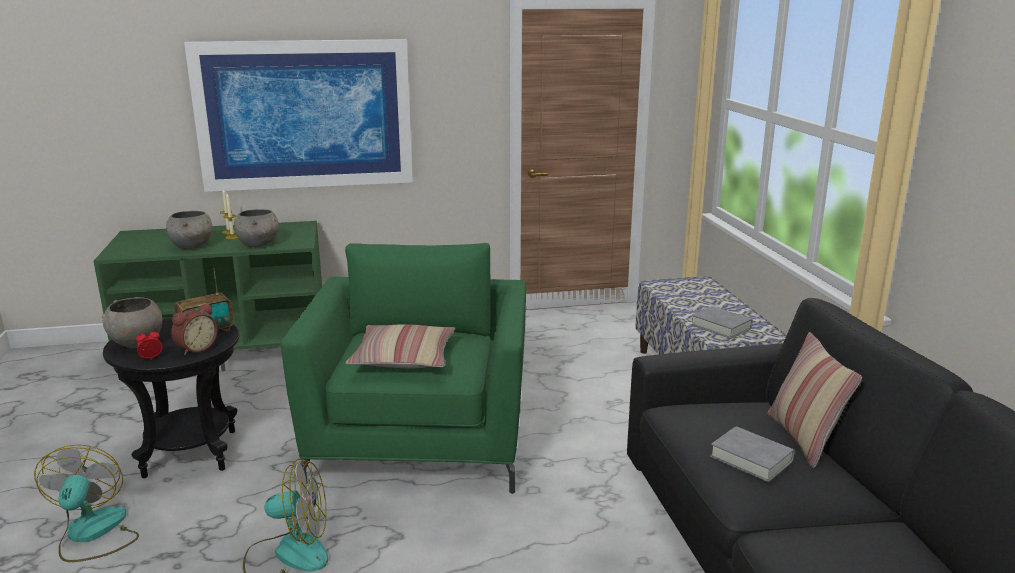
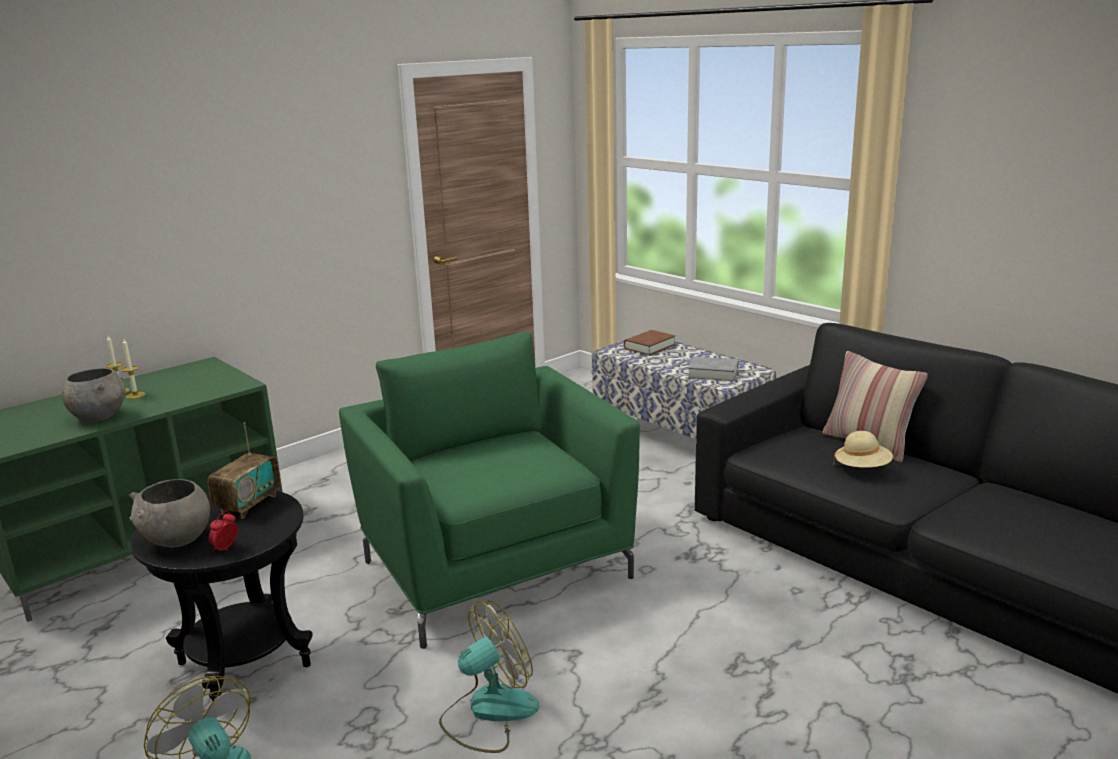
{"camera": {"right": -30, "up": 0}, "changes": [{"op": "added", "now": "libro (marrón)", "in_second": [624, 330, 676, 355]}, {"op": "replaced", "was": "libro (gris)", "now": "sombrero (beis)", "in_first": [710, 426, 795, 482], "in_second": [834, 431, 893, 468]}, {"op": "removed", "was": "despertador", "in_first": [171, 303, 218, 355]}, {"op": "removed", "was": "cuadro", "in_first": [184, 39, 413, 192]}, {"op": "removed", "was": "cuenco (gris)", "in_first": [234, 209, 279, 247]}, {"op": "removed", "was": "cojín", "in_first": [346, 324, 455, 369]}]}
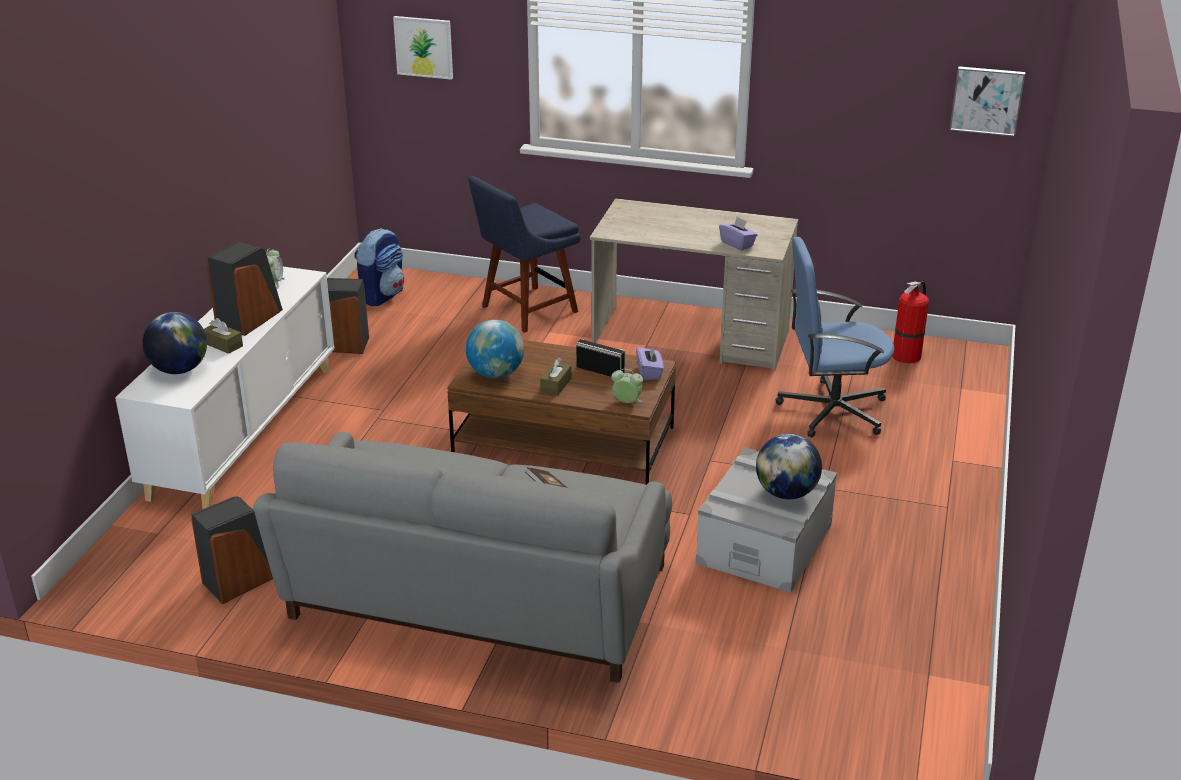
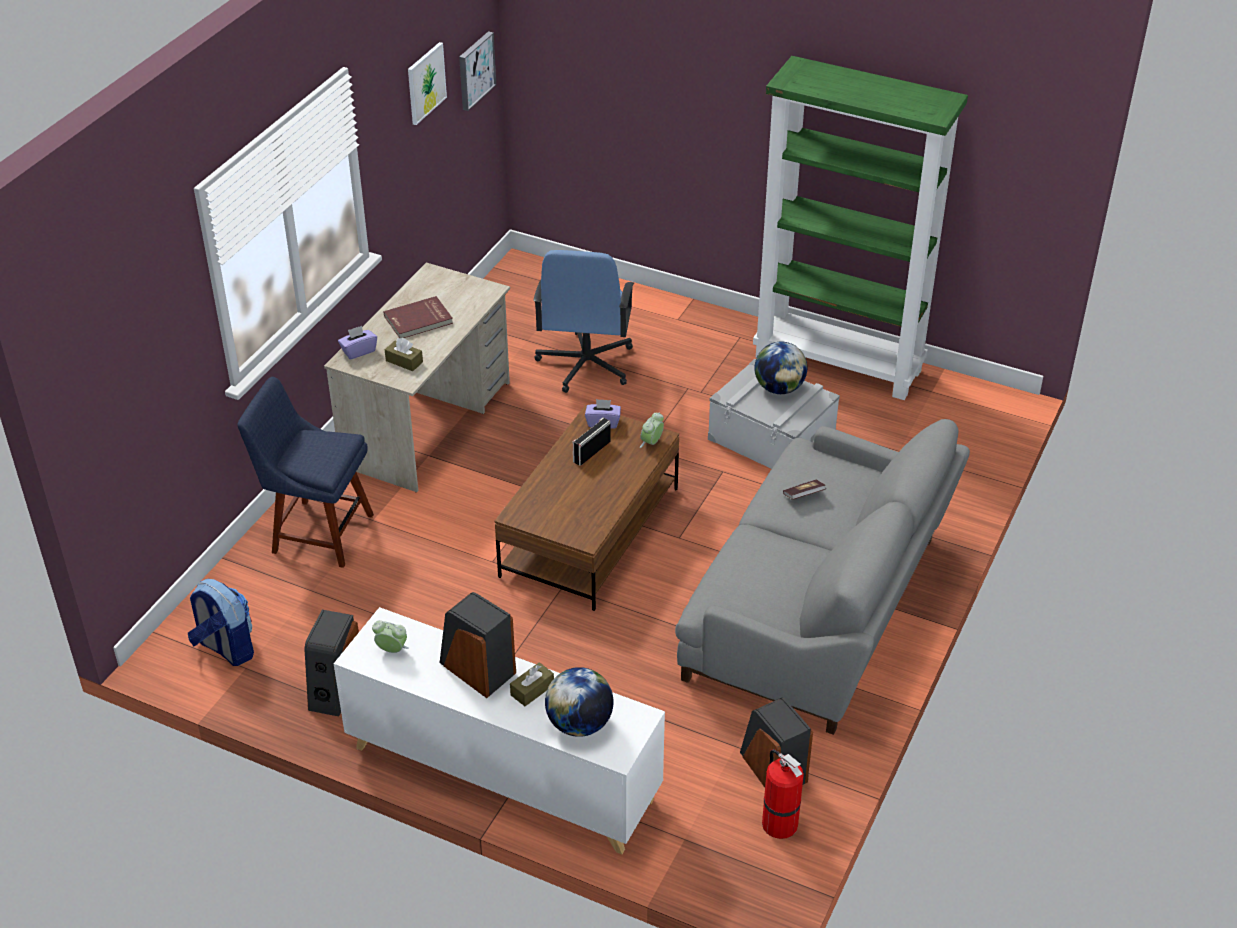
{"camera": {"right": -80, "up": 10}, "changes": [{"op": "turned", "was": "silla (azul)", "in_first": [468, 176, 580, 333], "in_second": [237, 377, 374, 568], "clockwise": 135}, {"op": "moved", "was": "caja de pañuelos (morado)", "in_first": [719, 217, 757, 250], "in_second": [338, 326, 377, 359]}, {"op": "added", "now": "libro (rojo)", "in_second": [384, 296, 453, 338]}, {"op": "moved", "was": "caja de pañuelos (marrón)", "in_first": [540, 358, 572, 395], "in_second": [385, 338, 423, 371]}, {"op": "moved", "was": "cuadro", "in_first": [393, 16, 453, 80], "in_second": [408, 42, 447, 125]}, {"op": "added", "now": "estantería (verde)", "in_second": [753, 56, 968, 400]}, {"op": "moved", "was": "extintor", "in_first": [893, 281, 929, 364], "in_second": [762, 749, 804, 839]}, {"op": "removed", "was": "globo terráqueo", "in_first": [466, 320, 524, 378]}]}
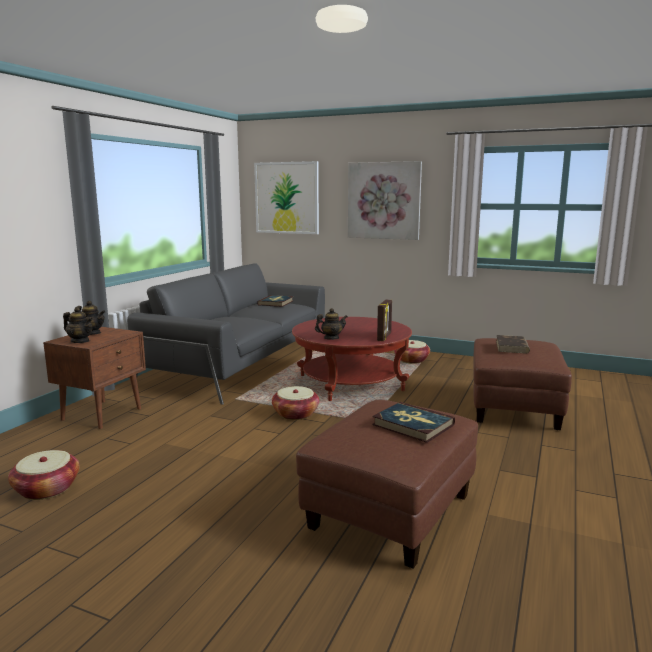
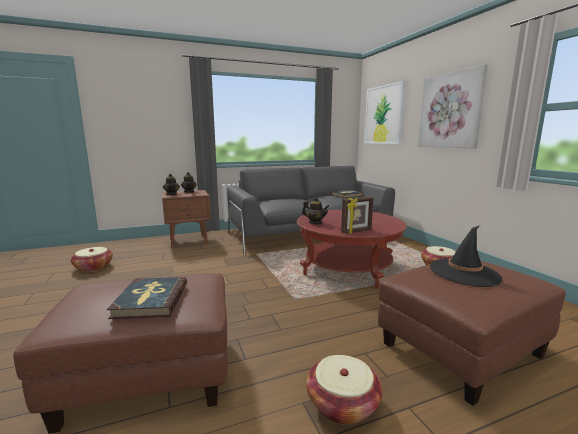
{"camera": {"right": 45, "up": 0}, "changes": [{"op": "moved", "was": "cesta", "in_first": [272, 386, 319, 420], "in_second": [306, 355, 382, 425]}, {"op": "replaced", "was": "libro (marrón)", "now": "sombrero (negro)", "in_first": [496, 335, 530, 353], "in_second": [430, 226, 502, 287]}]}
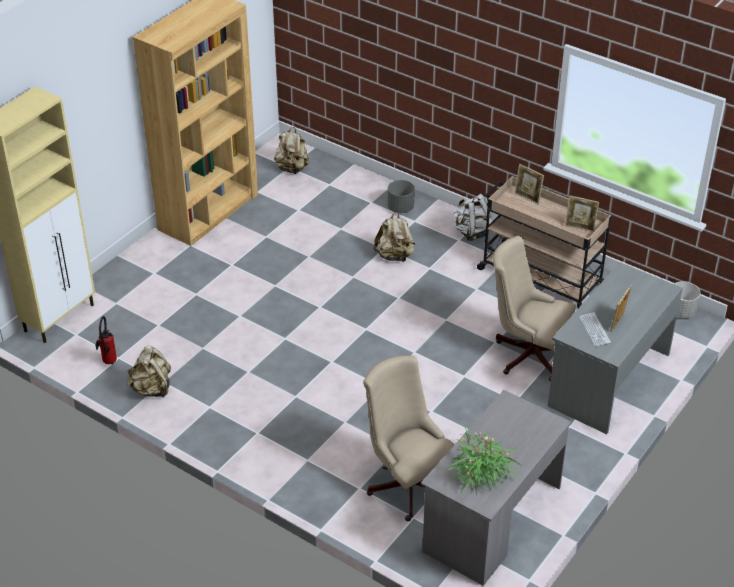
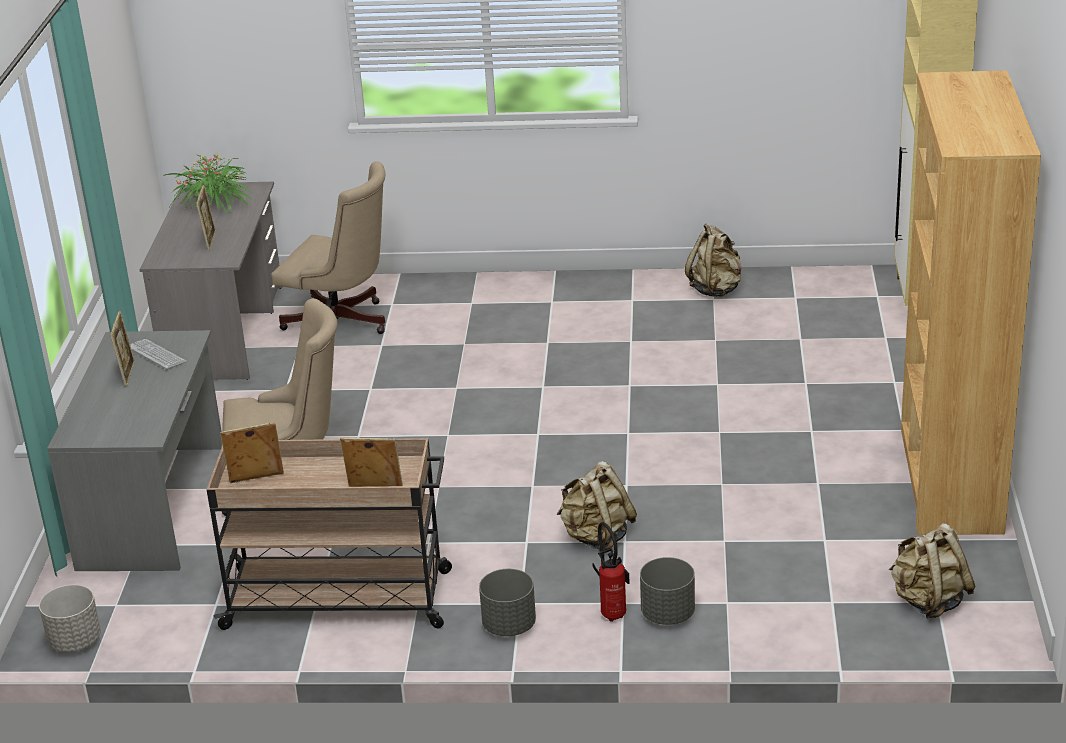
{"camera": {"right": 150, "up": -10}, "changes": [{"op": "added", "now": "portarretratos", "in_second": [196, 185, 216, 251]}, {"op": "replaced", "was": "mochila (blanco)", "now": "maceta (gris)", "in_first": [453, 194, 492, 241], "in_second": [479, 569, 536, 636]}, {"op": "moved", "was": "extintor", "in_first": [95, 316, 117, 364], "in_second": [592, 522, 629, 622]}]}
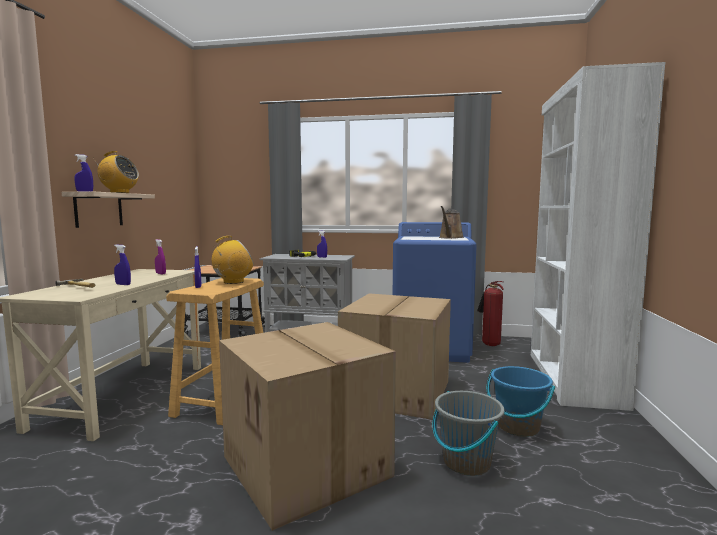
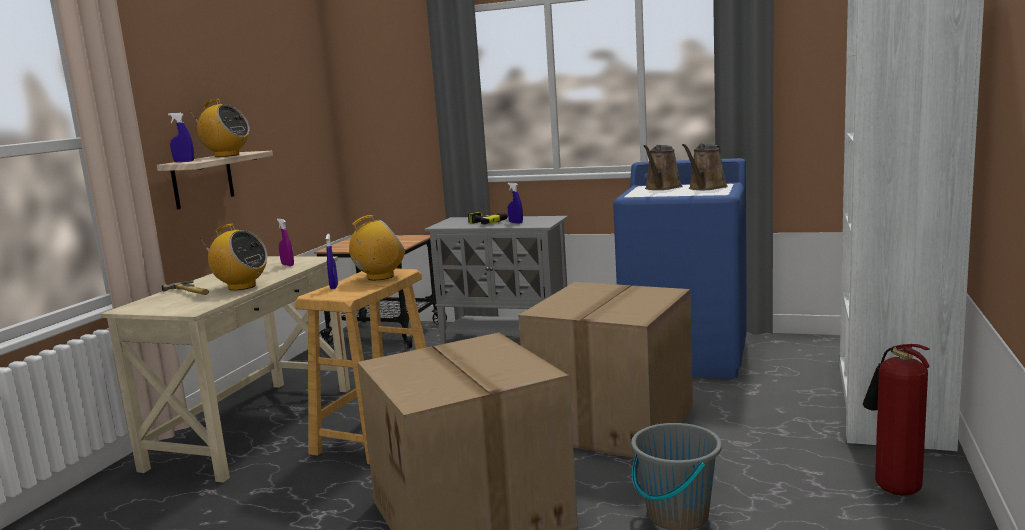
{"camera": {"right": 10, "up": 5}, "changes": [{"op": "replaced", "was": "pulverizador (azul)", "now": "radio", "in_first": [114, 245, 131, 285], "in_second": [200, 224, 267, 291]}, {"op": "added", "now": "regadera (marrón)", "in_second": [643, 145, 682, 190]}, {"op": "moved", "was": "extintor", "in_first": [477, 281, 504, 346], "in_second": [863, 344, 930, 496]}, {"op": "removed", "was": "cubo (azul)", "in_first": [487, 366, 555, 437]}]}
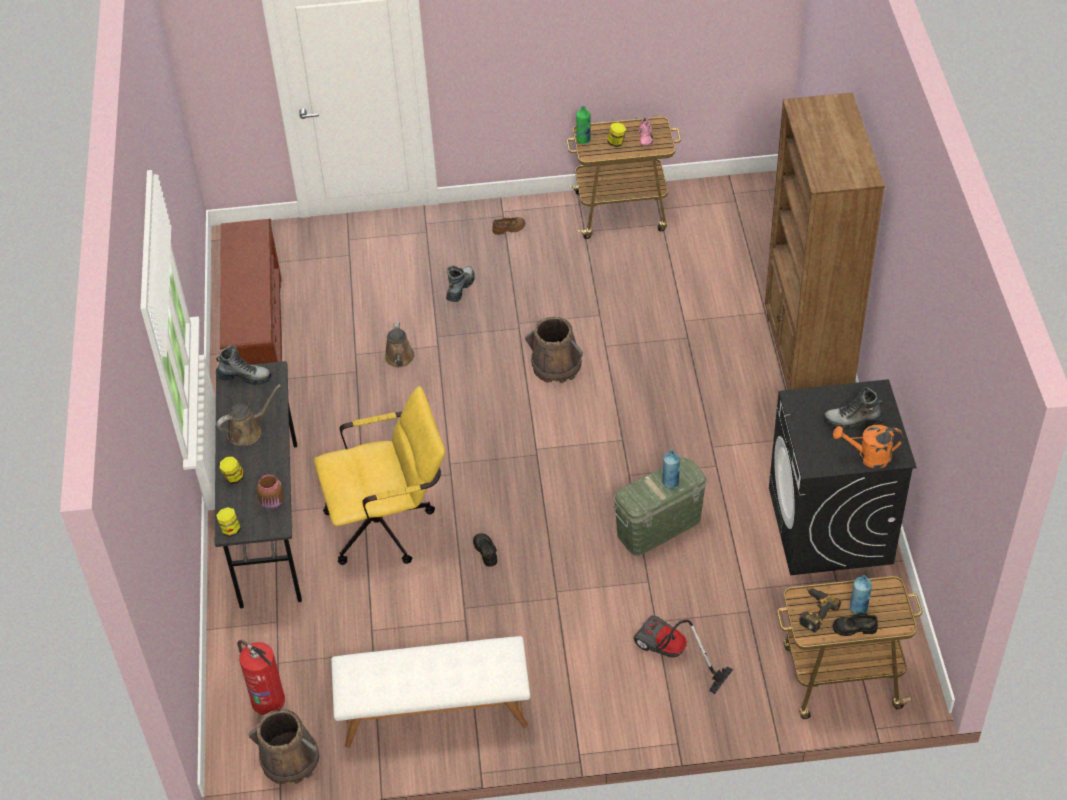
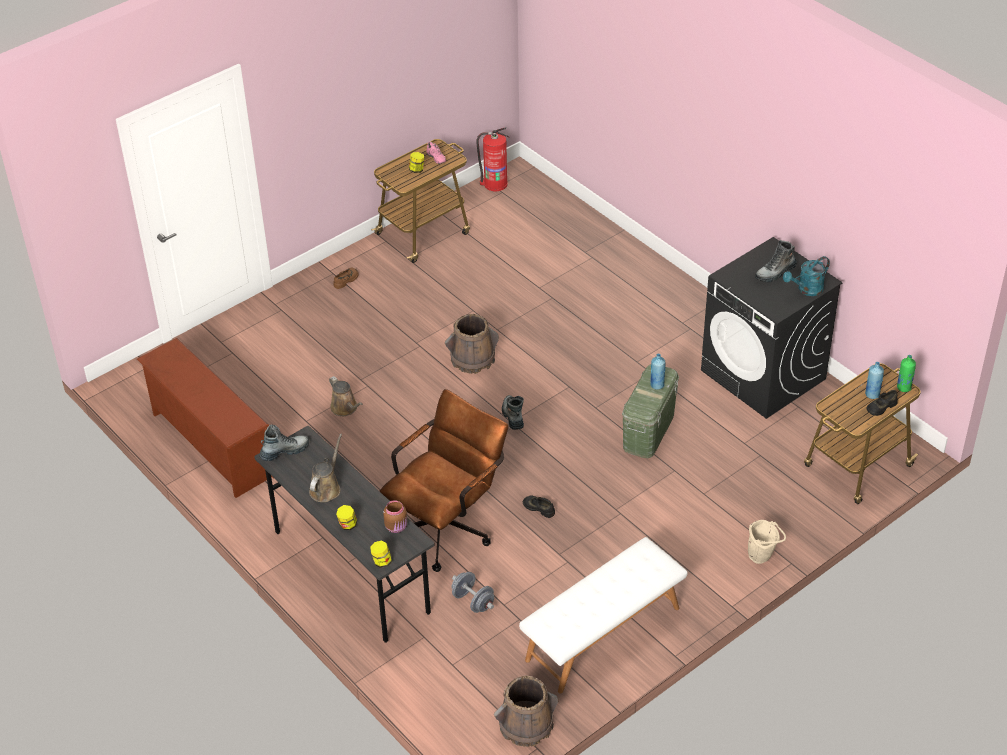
{"camera": {"right": -35, "up": -5}, "changes": [{"op": "recoloured", "was": "silla de oficina (amarillo)", "now": "silla de oficina (marrón)", "in_first": [314, 386, 445, 565], "in_second": [380, 389, 508, 572]}, {"op": "added", "now": "mancuerna (gris)", "in_second": [452, 572, 494, 613]}, {"op": "moved", "was": "extintor", "in_first": [238, 640, 285, 715], "in_second": [477, 127, 509, 191]}, {"op": "moved", "was": "bota", "in_first": [446, 266, 475, 302], "in_second": [502, 395, 524, 430]}, {"op": "added", "now": "cubo (beis)", "in_second": [748, 520, 786, 564]}, {"op": "recoloured", "was": "regadera (naranja)", "now": "regadera (turquesa)", "in_first": [833, 425, 903, 469], "in_second": [783, 256, 830, 296]}, {"op": "moved", "was": "botella (verde)", "in_first": [576, 106, 591, 144], "in_second": [897, 355, 916, 392]}, {"op": "removed", "was": "aspiradora", "in_first": [633, 615, 733, 694]}, {"op": "removed", "was": "estantería (marrón)", "in_first": [765, 92, 885, 390]}, {"op": "removed", "was": "taladro", "in_first": [799, 588, 841, 632]}]}
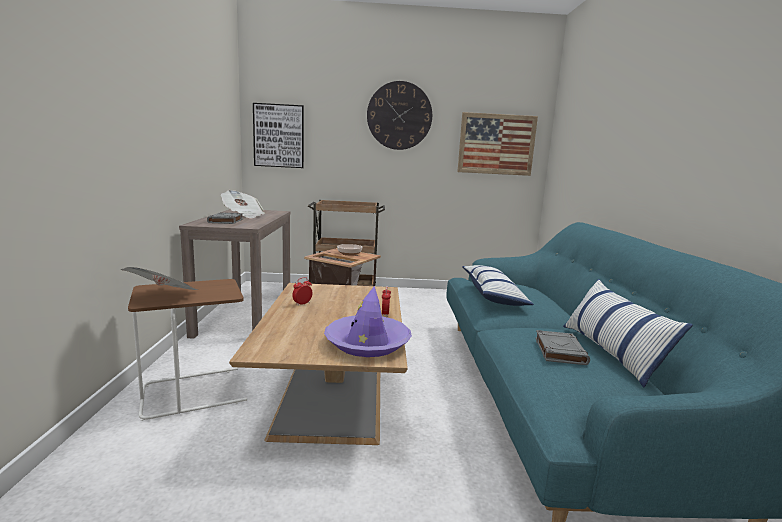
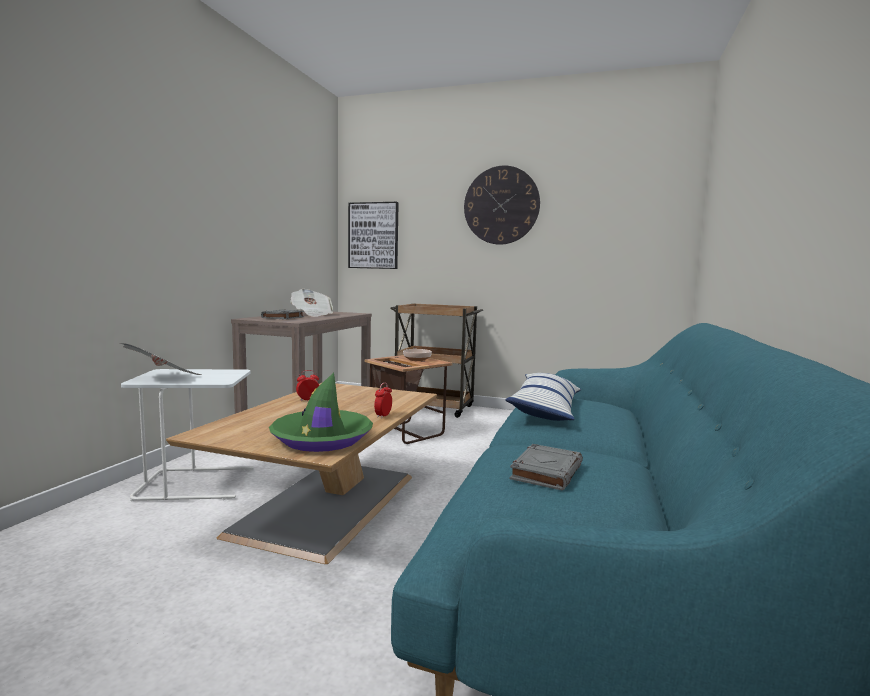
{"camera": {"right": 20, "up": -5}, "changes": [{"op": "recoloured", "was": "mesa auxiliar (marrón)", "now": "mesa auxiliar (blanco)", "in_first": [128, 279, 247, 421], "in_second": [121, 369, 254, 501]}, {"op": "recoloured", "was": "sombrero (morado)", "now": "sombrero (verde)", "in_first": [324, 286, 412, 357], "in_second": [269, 373, 373, 452]}, {"op": "removed", "was": "cuadro", "in_first": [457, 112, 538, 176]}, {"op": "removed", "was": "cojín", "in_first": [563, 279, 693, 387]}]}
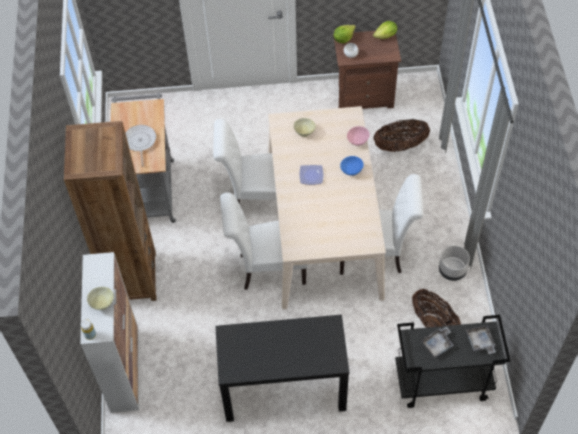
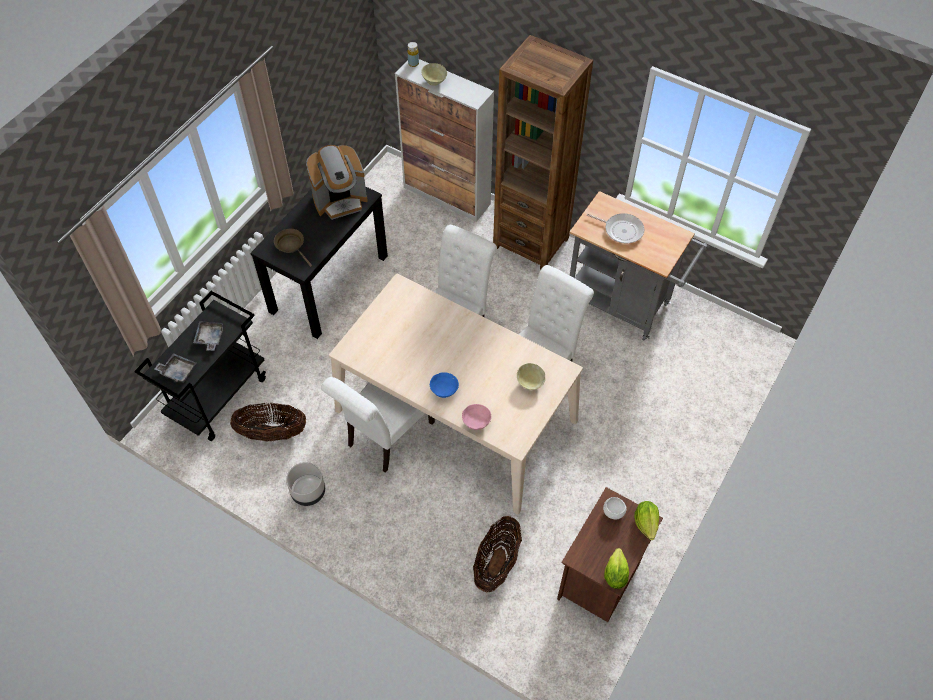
{"camera": {"right": 125, "up": 0}, "changes": [{"op": "added", "now": "sartén (marrón)", "in_second": [274, 229, 312, 267]}, {"op": "added", "now": "cafetera", "in_second": [306, 145, 368, 220]}, {"op": "removed", "was": "plato", "in_first": [300, 165, 323, 185]}]}
